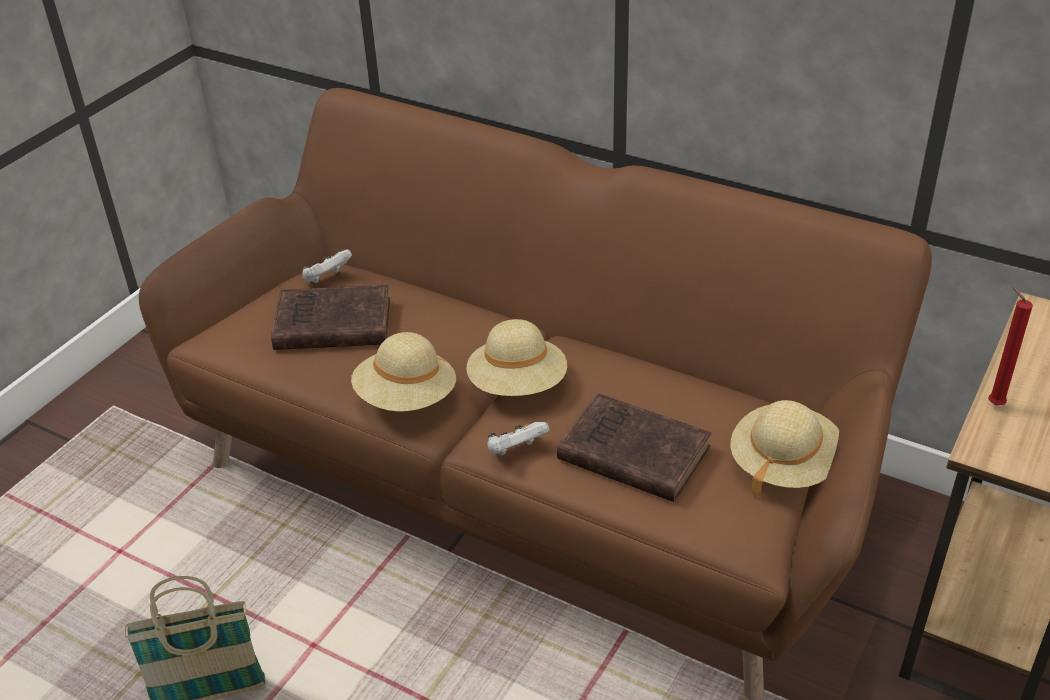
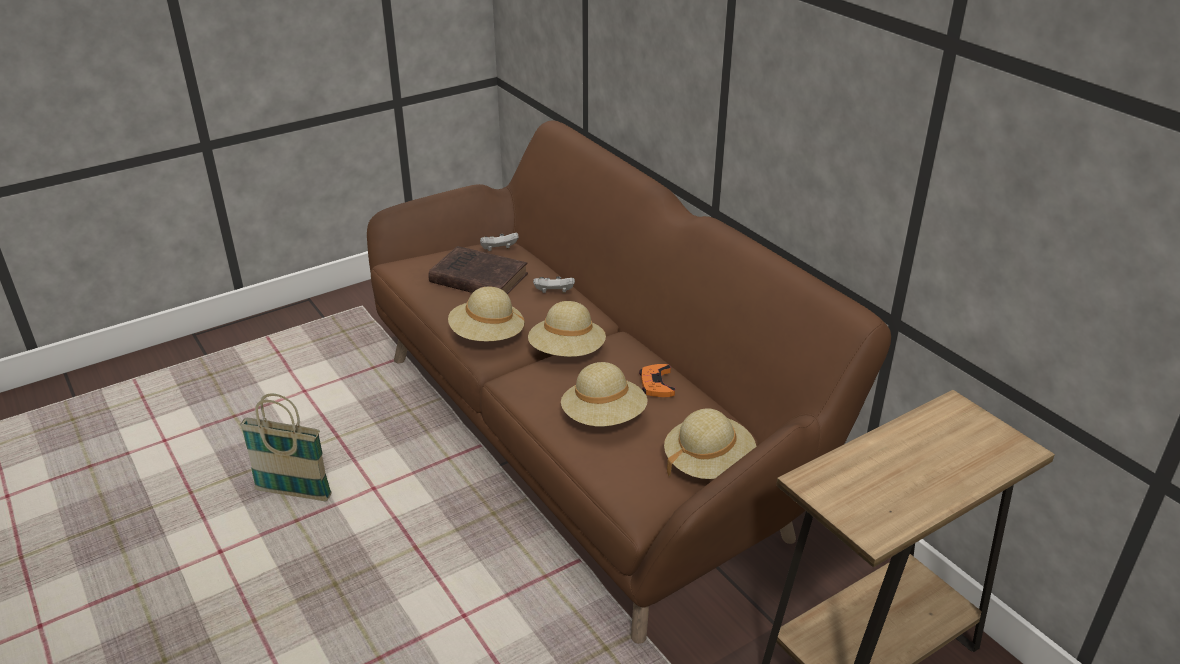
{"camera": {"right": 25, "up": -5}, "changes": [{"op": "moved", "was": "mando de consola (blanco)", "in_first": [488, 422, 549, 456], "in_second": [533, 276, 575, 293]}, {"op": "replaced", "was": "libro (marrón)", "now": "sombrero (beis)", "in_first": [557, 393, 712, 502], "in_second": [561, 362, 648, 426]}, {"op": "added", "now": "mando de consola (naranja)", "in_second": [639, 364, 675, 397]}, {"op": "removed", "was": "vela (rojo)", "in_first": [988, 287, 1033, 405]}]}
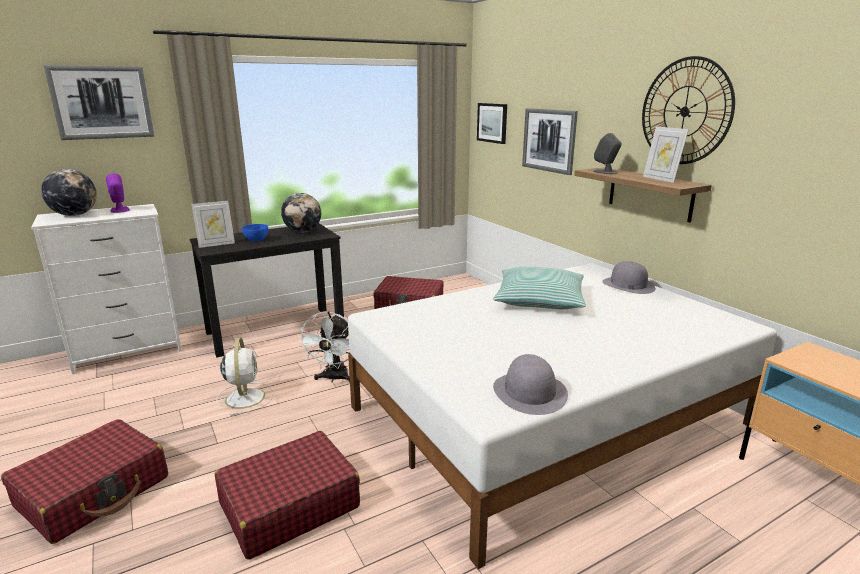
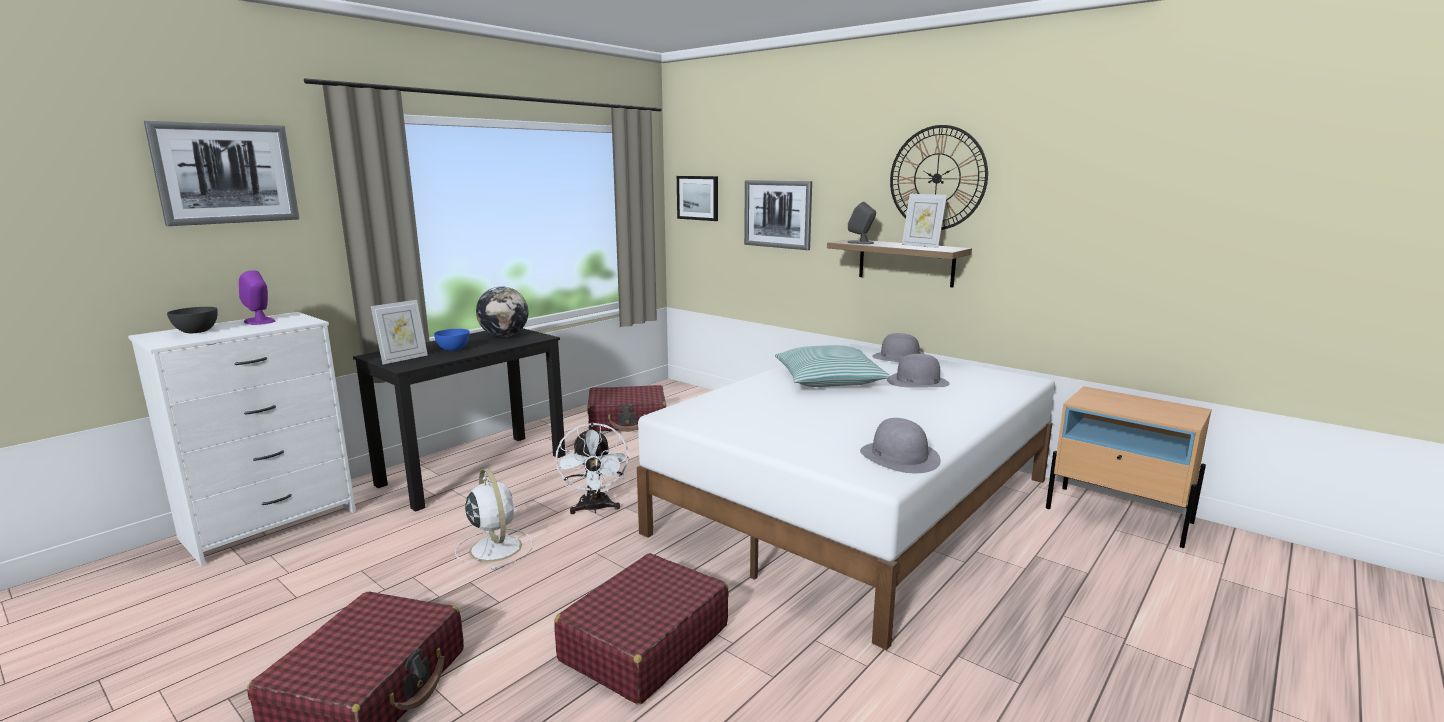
{"camera": {"right": -20, "up": -5}, "changes": [{"op": "replaced", "was": "globo terráqueo", "now": "cuenco (gris)", "in_first": [41, 169, 97, 216], "in_second": [167, 307, 218, 333]}, {"op": "added", "now": "sombrero (gris)", "in_second": [887, 354, 950, 388]}]}
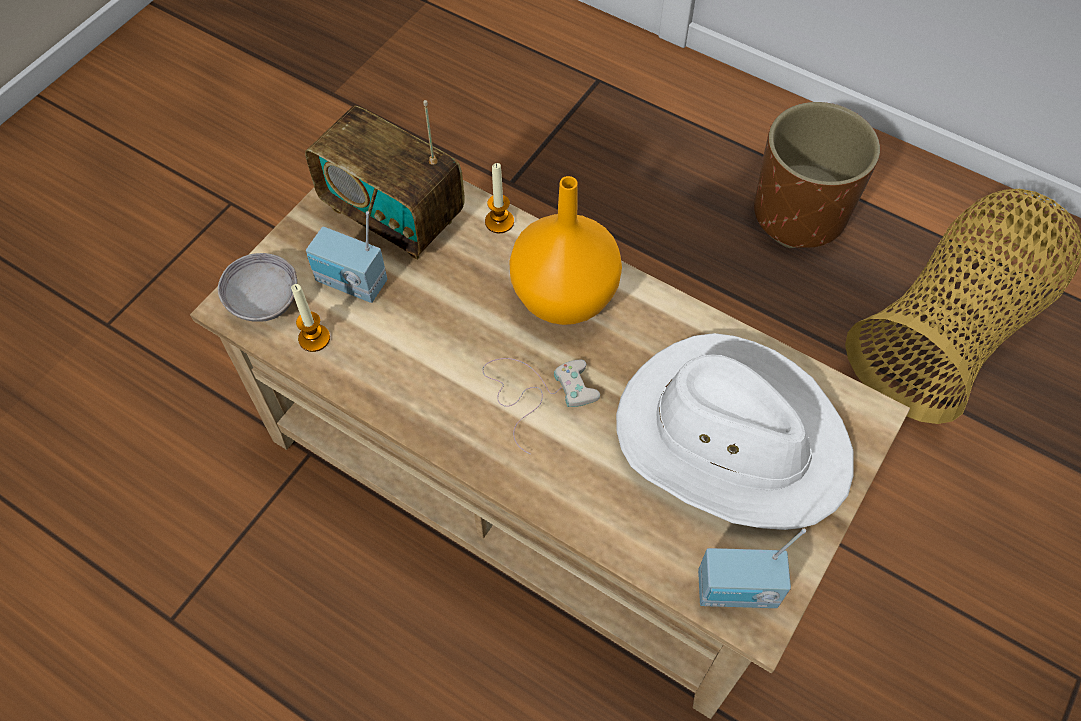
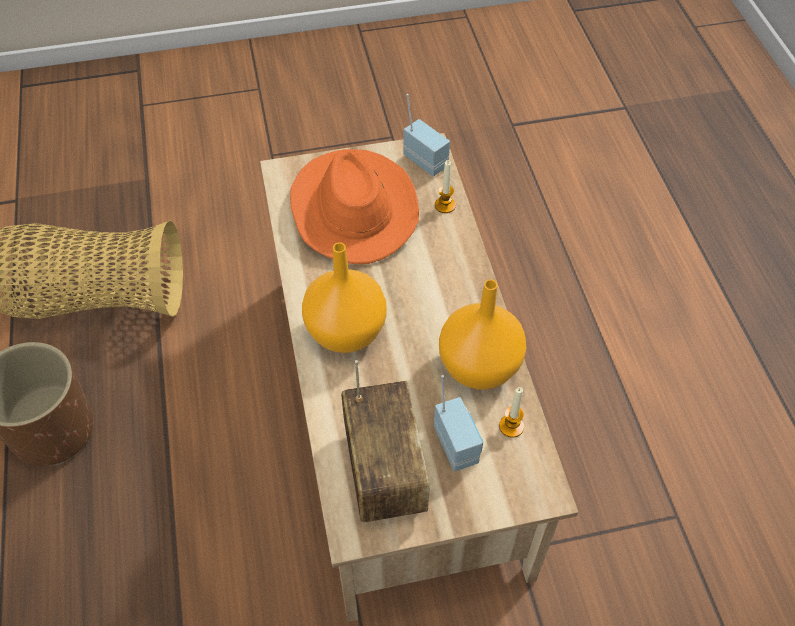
{"camera": {"right": -135, "up": -5}, "changes": [{"op": "recoloured", "was": "sombrero (blanco)", "now": "sombrero (naranja)", "in_first": [616, 333, 853, 530], "in_second": [290, 149, 419, 264]}, {"op": "moved", "was": "vela", "in_first": [485, 163, 514, 233], "in_second": [435, 160, 456, 213]}, {"op": "added", "now": "florero (naranja)", "in_second": [439, 279, 526, 389]}, {"op": "removed", "was": "cuenco (gris)", "in_first": [218, 253, 297, 322]}, {"op": "removed", "was": "mando de consola (blanco)", "in_first": [482, 358, 600, 454]}]}
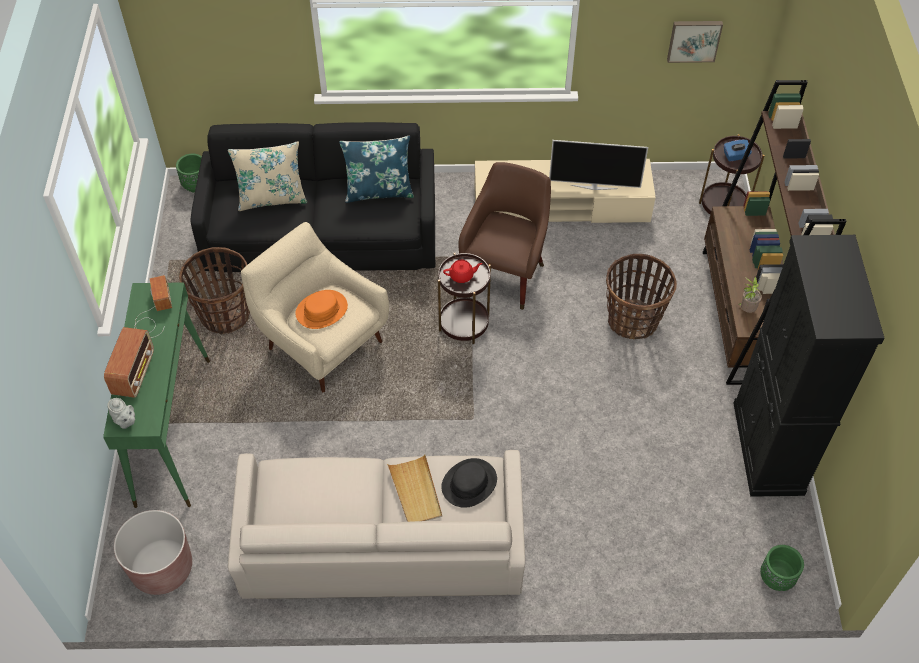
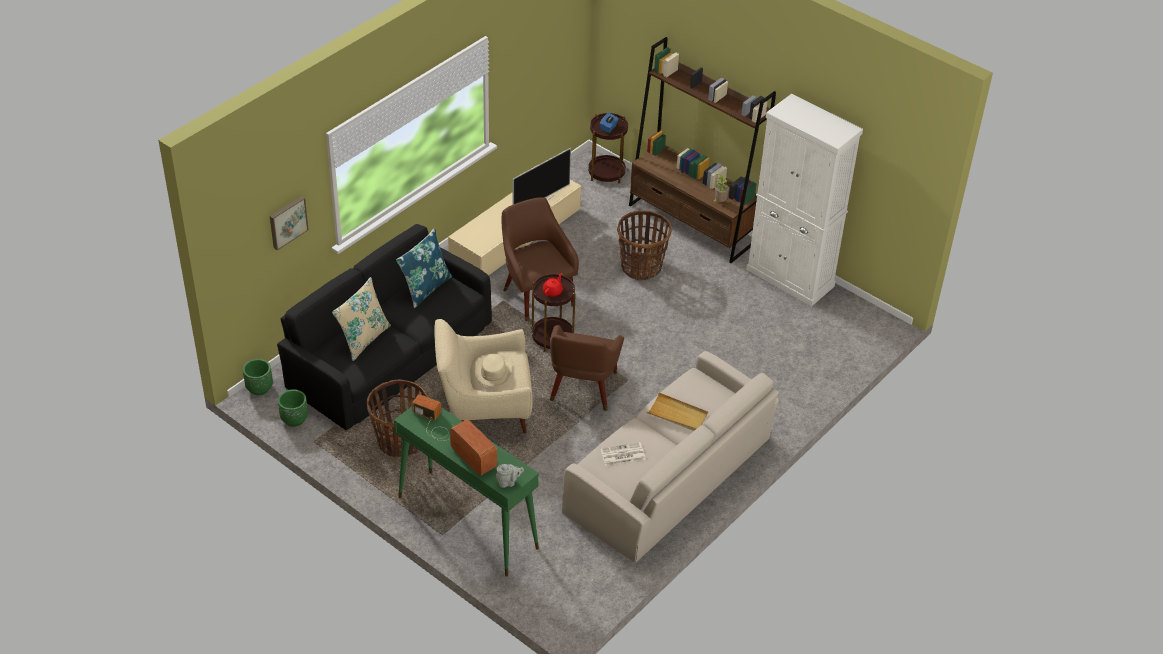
{"camera": {"right": -50, "up": -10}, "changes": [{"op": "moved", "was": "cuadro", "in_first": [667, 21, 723, 63], "in_second": [270, 196, 309, 250]}, {"op": "moved", "was": "maceta (verde)", "in_first": [760, 545, 804, 591], "in_second": [278, 389, 308, 427]}, {"op": "recoloured", "was": "sombrero (naranja)", "now": "sombrero (beis)", "in_first": [295, 290, 348, 329], "in_second": [475, 354, 512, 387]}, {"op": "added", "now": "sillón (marrón)", "in_second": [550, 325, 624, 411]}, {"op": "added", "now": "periódico", "in_second": [600, 442, 645, 466]}, {"op": "recoloured", "was": "armario (negro)", "now": "armario (blanco)", "in_first": [733, 235, 884, 497], "in_second": [746, 94, 863, 307]}, {"op": "removed", "was": "maceta (marrón)", "in_first": [114, 510, 192, 595]}, {"op": "removed", "was": "sombrero (negro)", "in_first": [441, 458, 497, 508]}]}
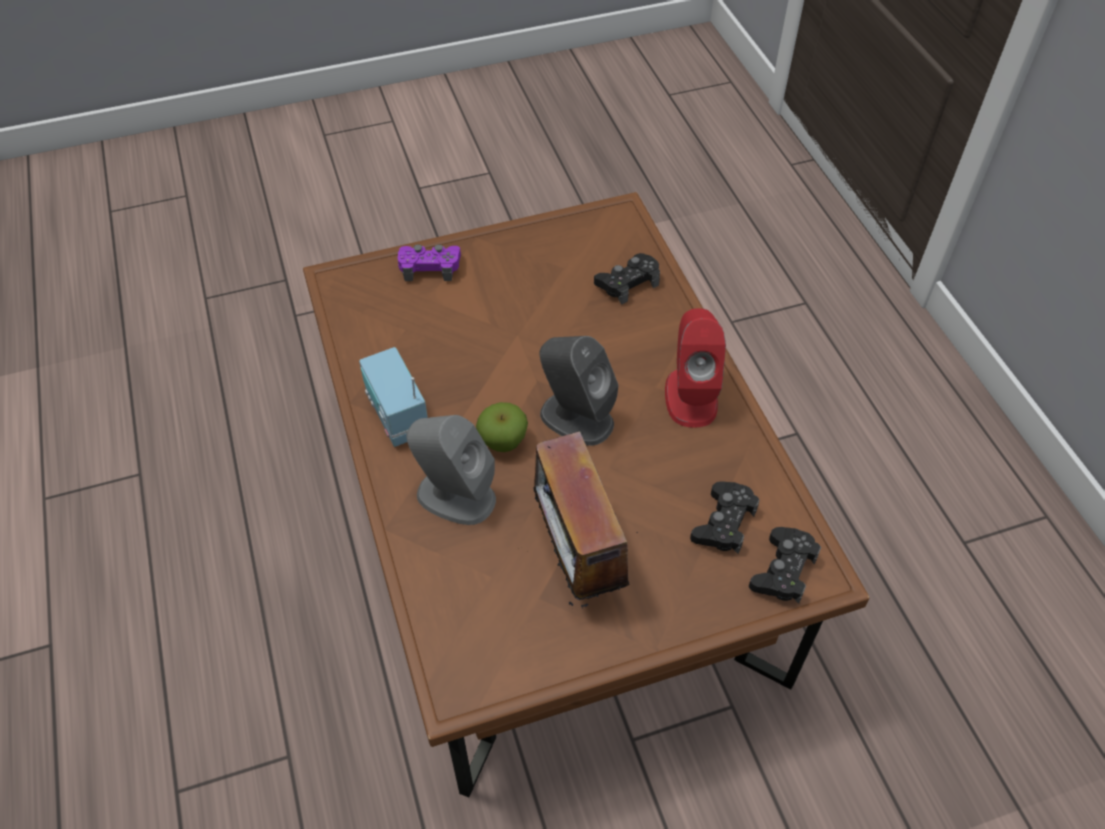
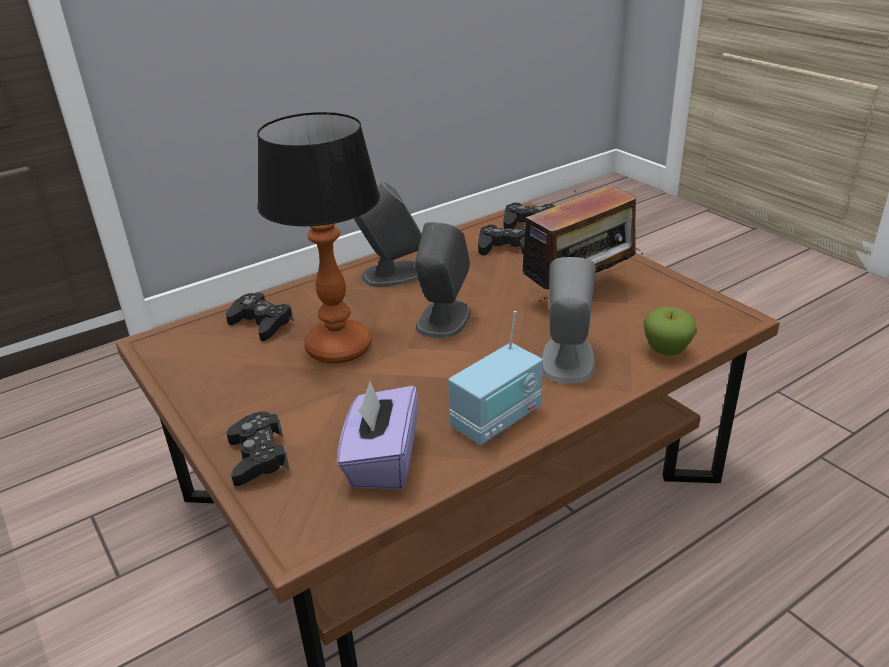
{"camera": {"right": -105, "up": -20}, "changes": [{"op": "recoloured", "was": "mando de consola (morado)", "now": "mando de consola (negro)", "in_first": [398, 244, 461, 281], "in_second": [227, 412, 290, 486]}, {"op": "added", "now": "lámpara de mesa", "in_second": [257, 112, 380, 364]}, {"op": "added", "now": "caja de pañuelos (morado)", "in_second": [337, 382, 418, 489]}, {"op": "recoloured", "was": "altavoz (rojo)", "now": "altavoz (gris)", "in_first": [665, 308, 726, 428], "in_second": [354, 182, 422, 287]}, {"op": "moved", "was": "manzana", "in_first": [476, 402, 528, 452], "in_second": [643, 307, 697, 356]}]}
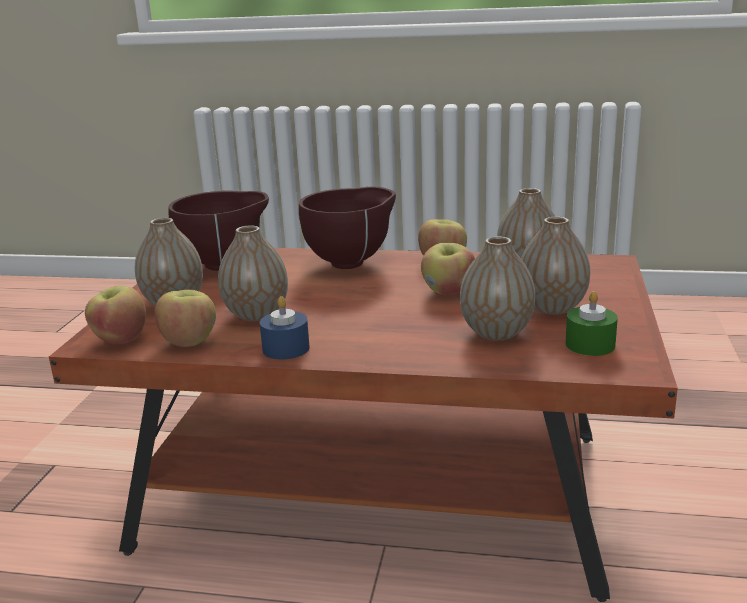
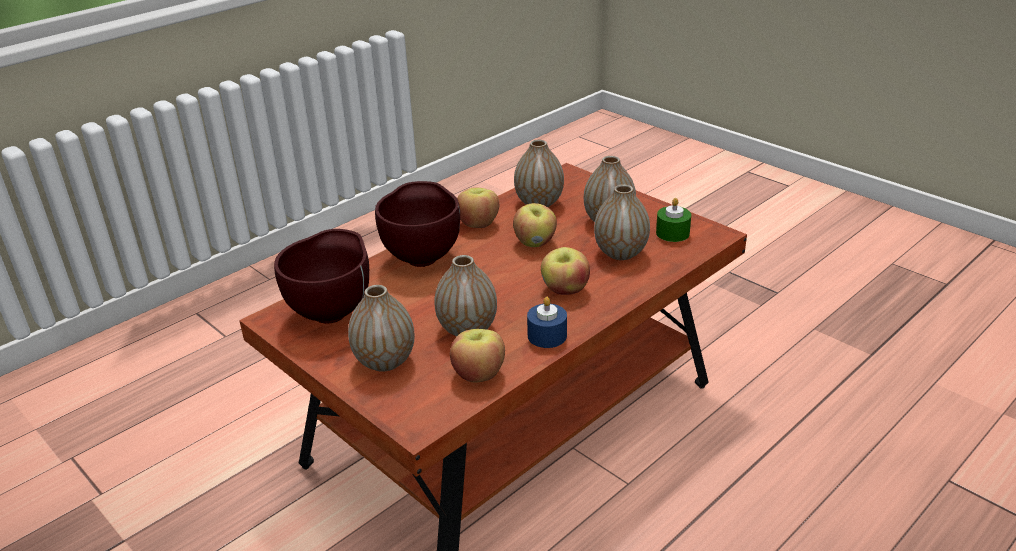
{"camera": {"right": -55, "up": 10}, "changes": [{"op": "moved", "was": "manzana", "in_first": [85, 286, 146, 345], "in_second": [541, 247, 590, 295]}]}
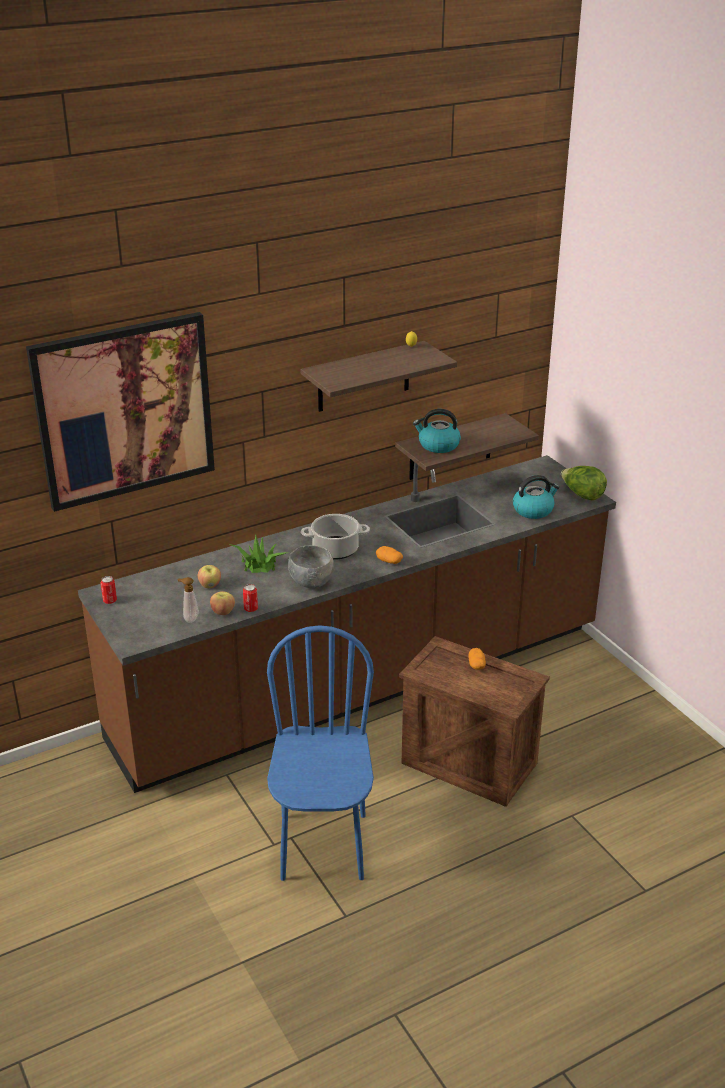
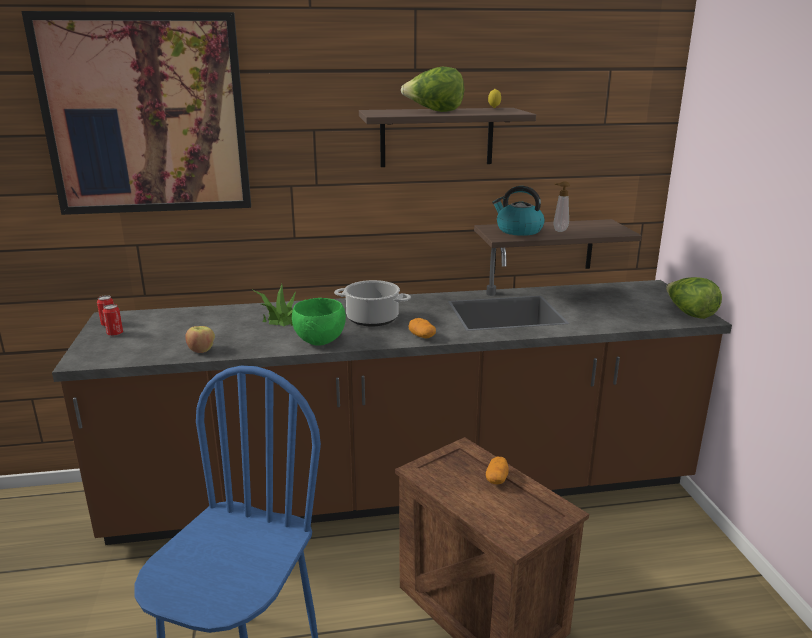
{"camera": {"right": 20, "up": -10}, "changes": [{"op": "moved", "was": "lata", "in_first": [243, 584, 258, 612], "in_second": [103, 304, 123, 336]}, {"op": "recoloured", "was": "cuenco (gris)", "now": "cuenco (verde)", "in_first": [288, 545, 335, 588], "in_second": [292, 298, 346, 346]}, {"op": "added", "now": "lechuga", "in_second": [401, 67, 465, 112]}, {"op": "moved", "was": "dispensador de jabón", "in_first": [178, 577, 199, 623], "in_second": [553, 181, 570, 232]}, {"op": "removed", "was": "manzana", "in_first": [198, 565, 221, 588]}, {"op": "removed", "was": "hervidor", "in_first": [513, 475, 560, 519]}]}
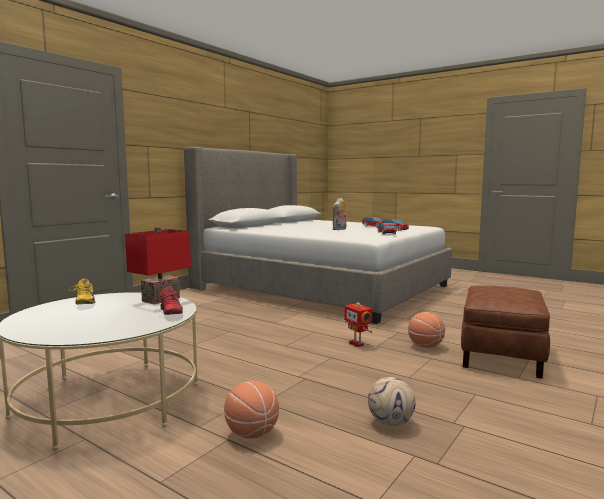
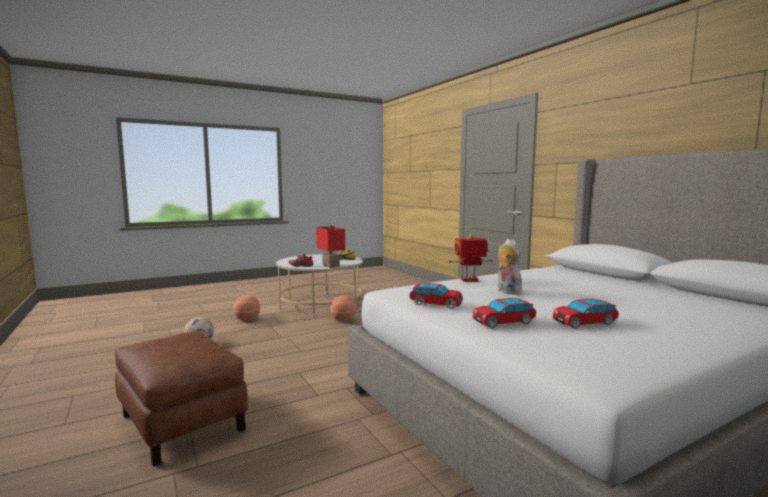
{"camera": {"right": 115, "up": 0}, "changes": [{"op": "moved", "was": "balón de baloncesto", "in_first": [408, 312, 445, 348], "in_second": [330, 296, 356, 322]}, {"op": "moved", "was": "robot de juguete", "in_first": [344, 303, 372, 347], "in_second": [448, 234, 493, 282]}]}
